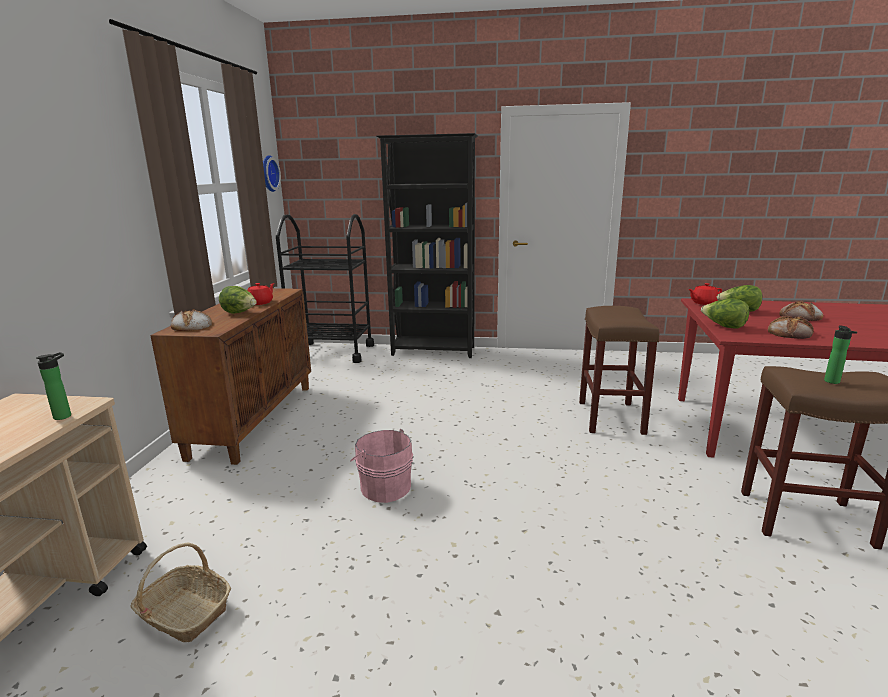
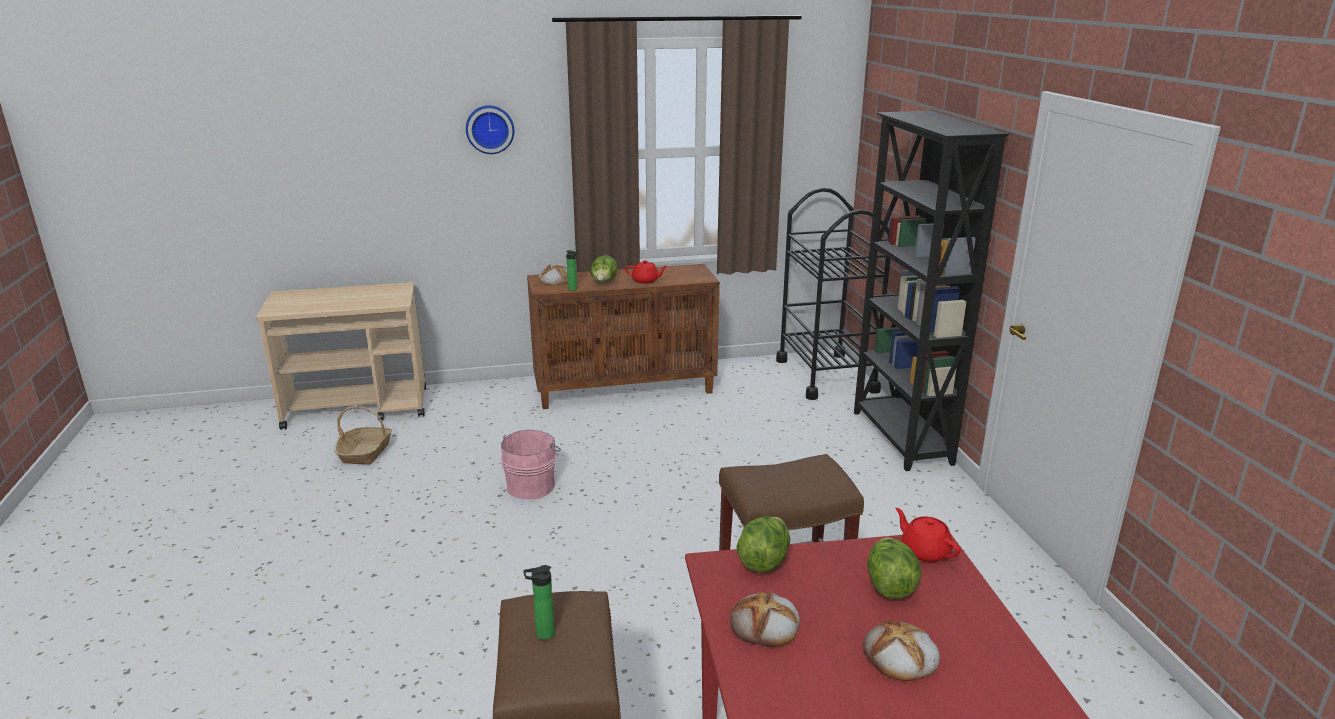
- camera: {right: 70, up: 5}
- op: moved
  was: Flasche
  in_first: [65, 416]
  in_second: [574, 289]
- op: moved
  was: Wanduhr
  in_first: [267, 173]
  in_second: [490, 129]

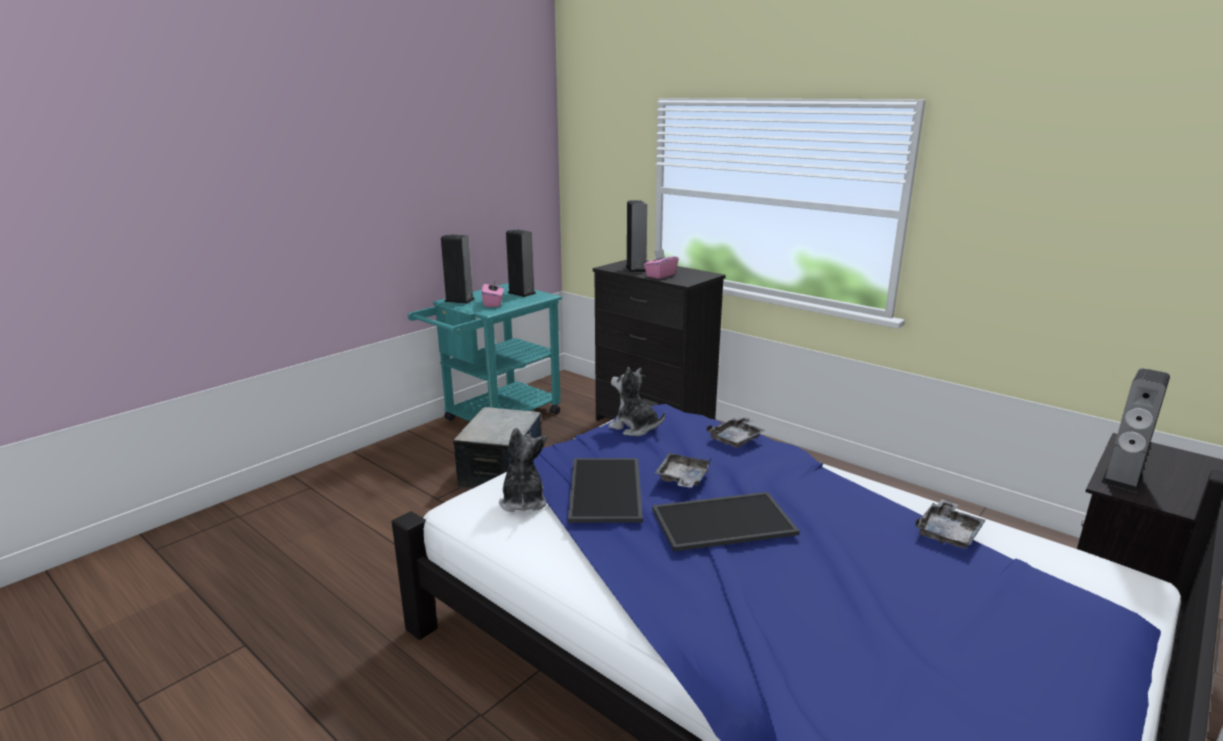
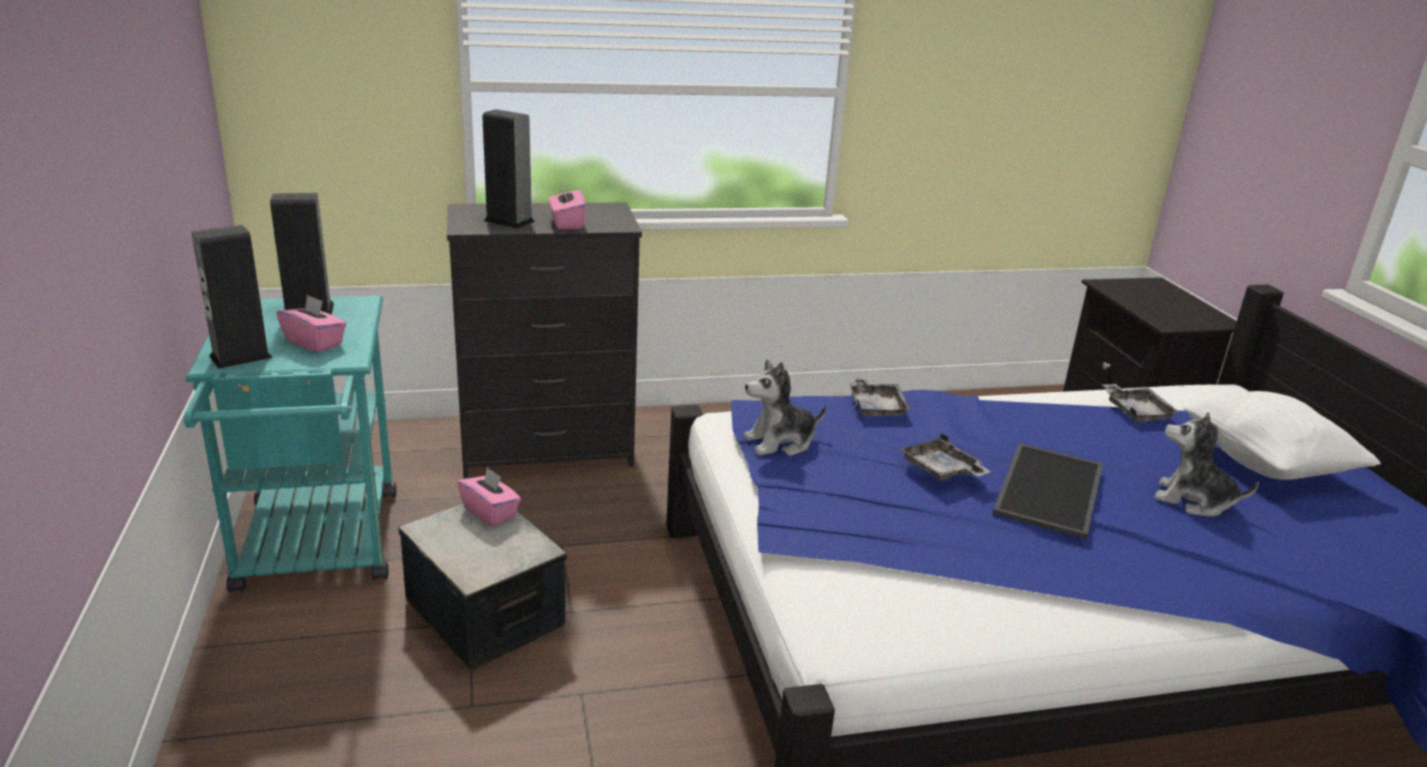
- camera: {right: -55, up: 5}
- op: removed
  was: Tablett
  in_first: [607, 490]
- op: removed
  was: Lautsprecher
  in_first: [1122, 479]
- op: added
  now: Taschentuchbox/rosa
  in_second: [490, 512]
- op: added
  now: Kissen/weiß
  in_second: [1266, 464]
- op: moved
  was: Plüschtier
  in_first: [523, 501]
  in_second: [1192, 501]

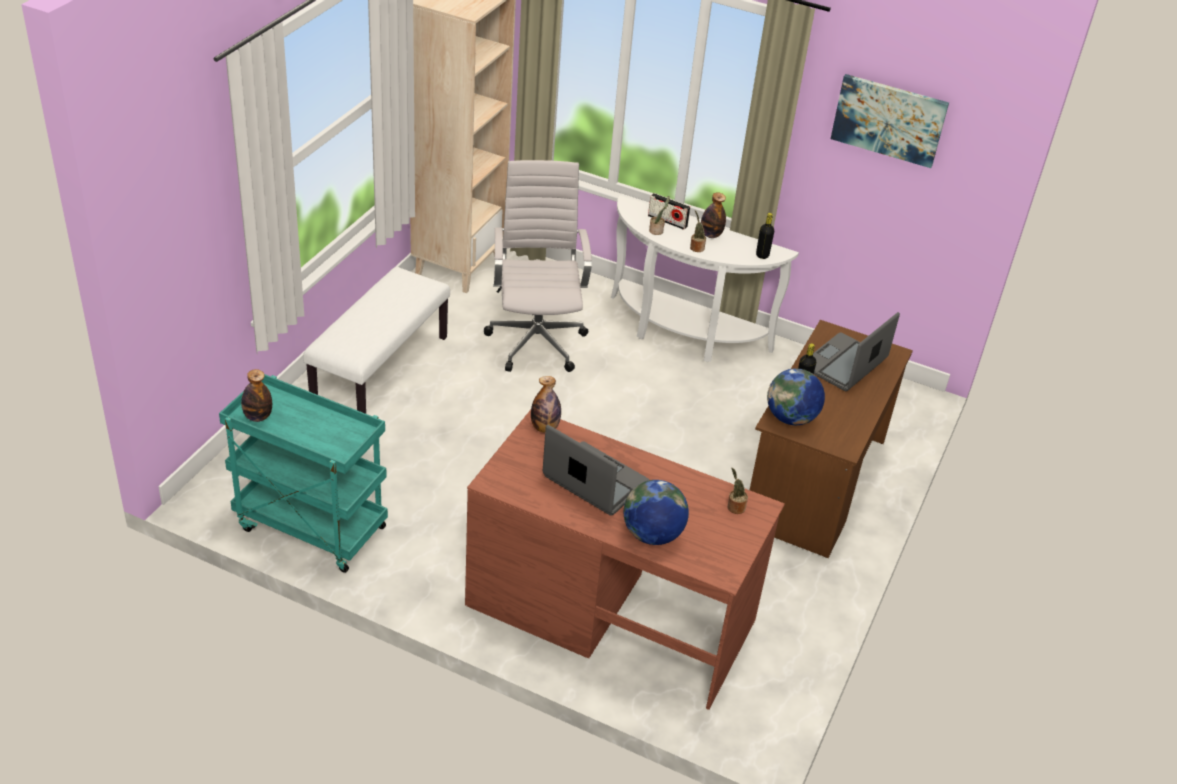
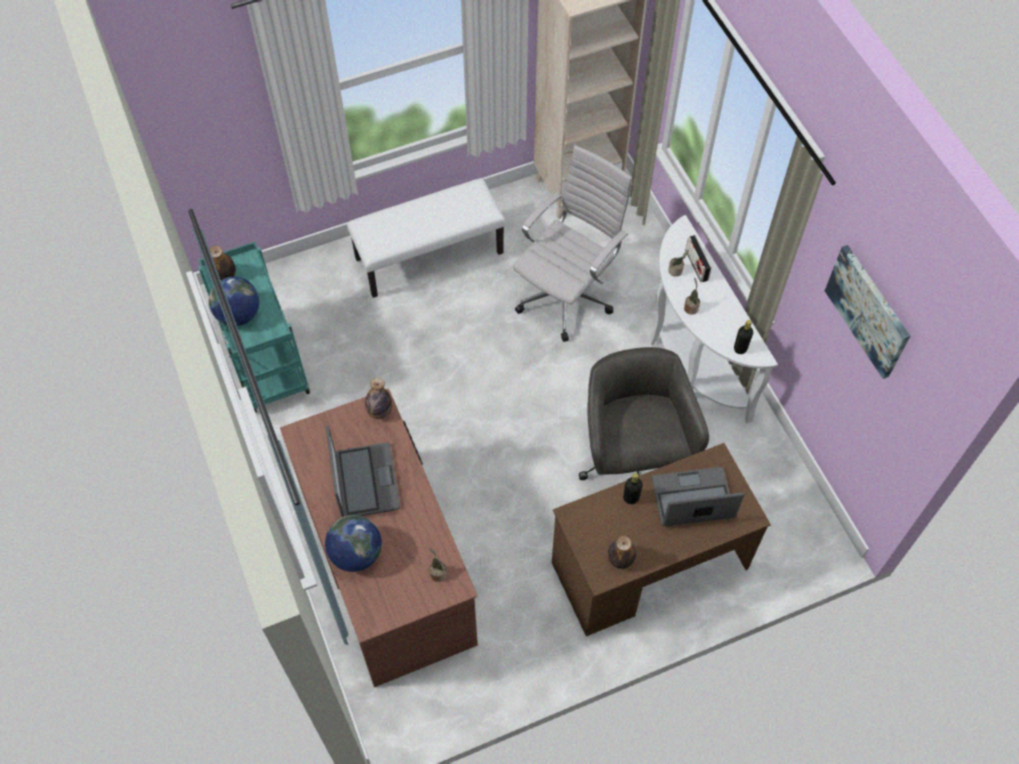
- camera: {right: 45, up: 20}
- op: added
  now: Bürostuhl/grau
  in_second: [632, 459]
- op: moved
  was: Flasche
  in_first: [711, 235]
  in_second: [620, 559]
- op: moved
  was: Globus
  in_first: [791, 418]
  in_second: [238, 315]

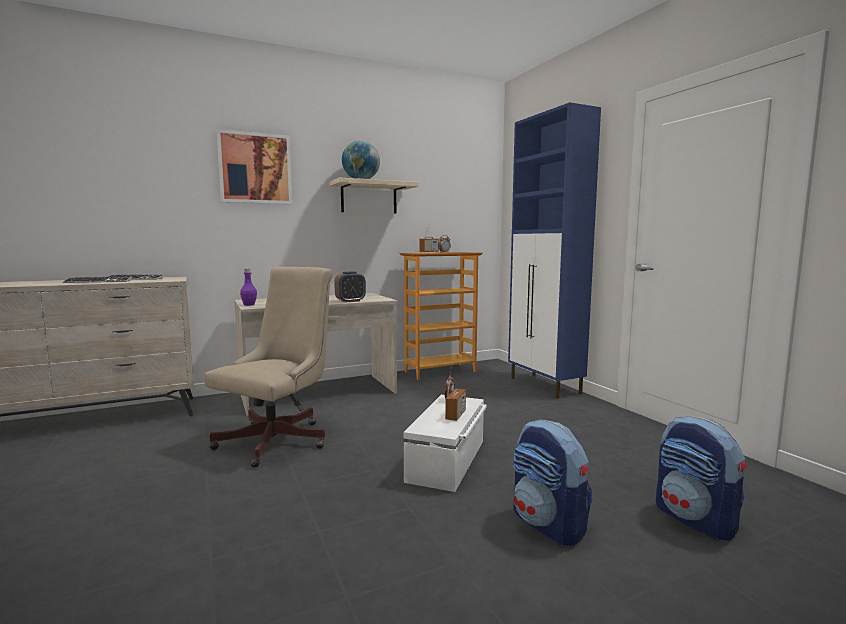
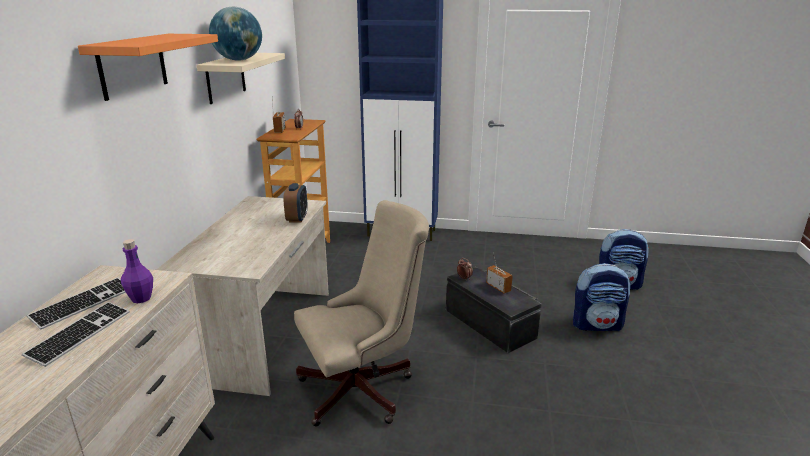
- camera: {right: -55, up: 15}
- op: moved
  was: Flasche/lila
  in_first: [249, 305]
  in_second: [141, 298]
- op: replaced
  was: Bild
  now: Wandregal/orange
  in_first: [255, 168]
  in_second: [133, 65]
- op: recoloured
  was: Aufbewahrungsbox/weiß
  now: Aufbewahrungsbox/schwarz
  in_first: [448, 460]
  in_second: [490, 323]
- op: turned
  was: Bürostuhl/beige
  in_first: [280, 439]
  in_second: [363, 389]
  clockwise: 90

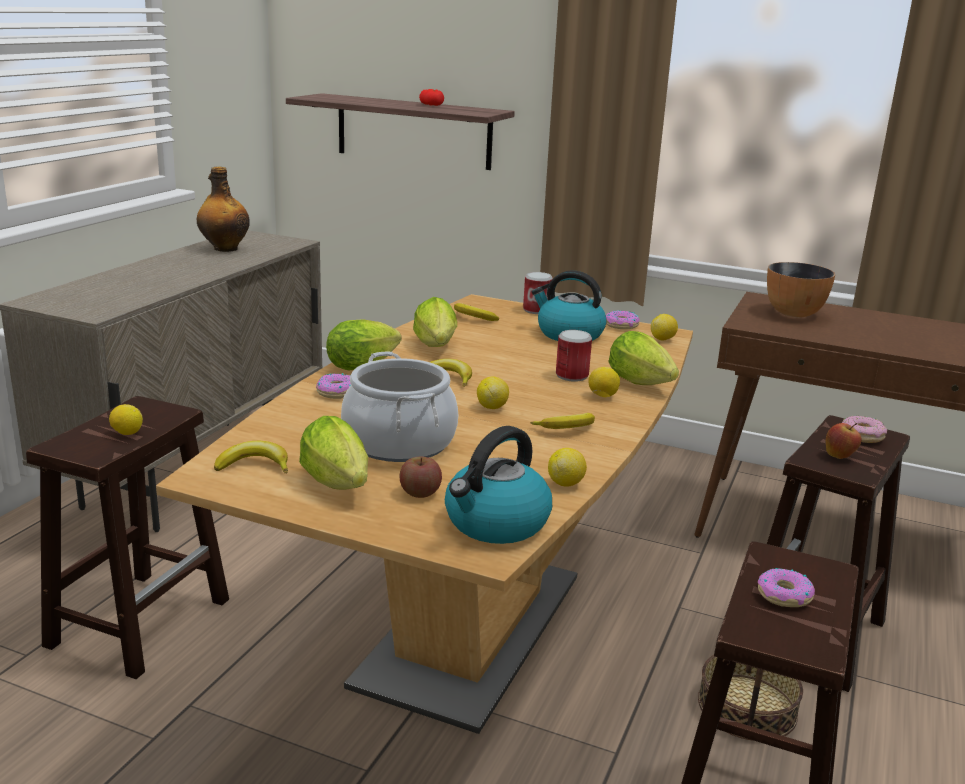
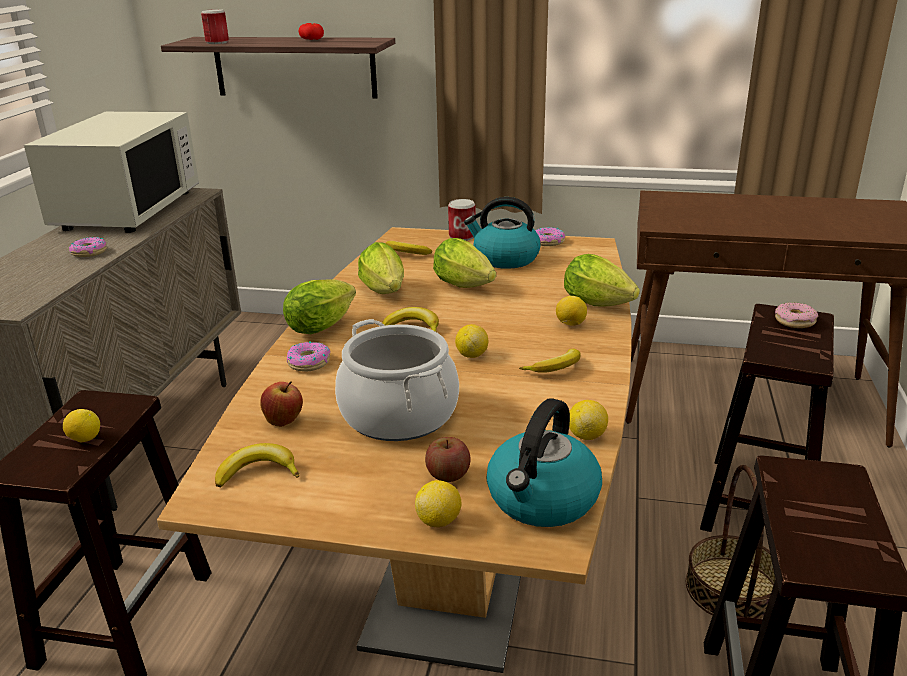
- camera: {right: -10, up: 5}
- op: removed
  was: Schüssel
  in_first: [794, 313]
- op: moved
  was: Salatkopf
  in_first: [339, 486]
  in_second: [467, 286]
- op: moved
  was: Dose
  in_first: [572, 376]
  in_second: [217, 42]
- op: moved
  was: Zitrone
  in_first: [663, 339]
  in_second: [439, 521]
- op: moved
  was: Donut
  in_first: [784, 595]
  in_second: [89, 252]
- op: moved
  was: Apfel
  in_first: [840, 456]
  in_second: [284, 421]
- op: replaced
  was: Flasche
  now: Mikrowelle/weiß
  in_first: [224, 248]
  in_second: [128, 210]

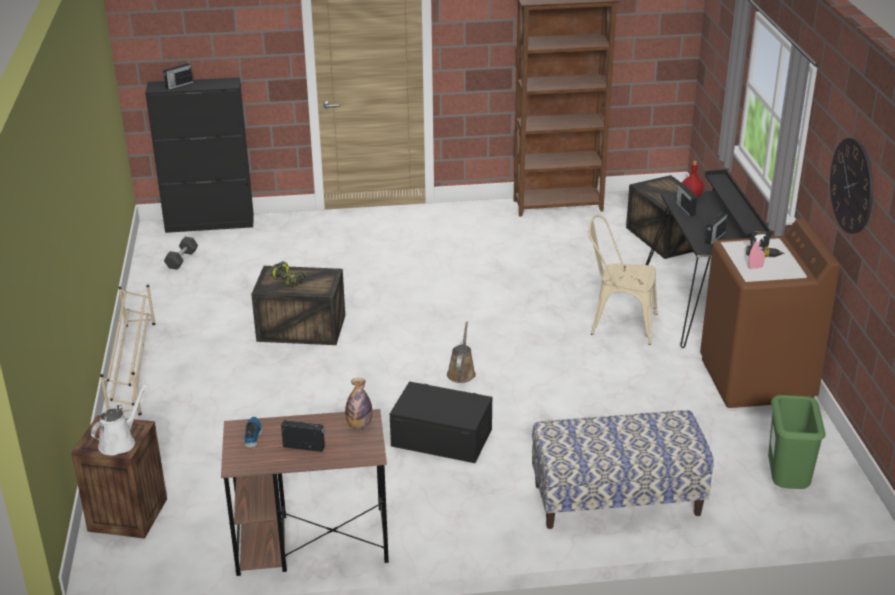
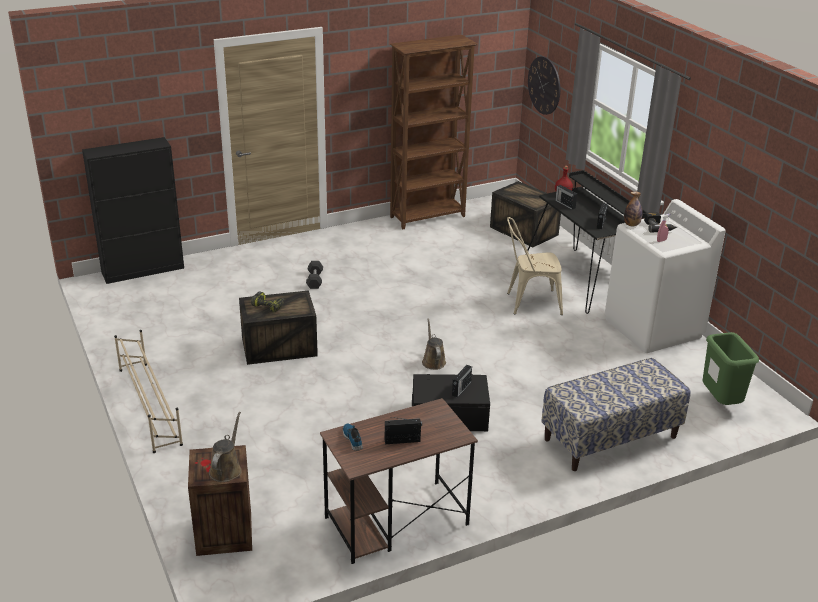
- camera: {right: -20, up: 0}
- op: moved
  was: Radio
  in_first: [178, 85]
  in_second: [461, 389]
- op: moved
  was: Hantel/schwarz
  in_first: [182, 259]
  in_second: [314, 280]
- op: moved
  was: Flasche
  in_first: [359, 425]
  in_second: [631, 225]
- op: moved
  was: Wanduhr
  in_first: [852, 185]
  in_second: [544, 85]
- op: recoloured
  was: Gießkanne/weiß
  now: Gießkanne/braun
  in_first: [119, 442]
  in_second: [226, 469]
- op: recoloured
  was: Waschmaschine/braun
  now: Waschmaschine/weiß
  in_first: [757, 379]
  in_second: [653, 328]

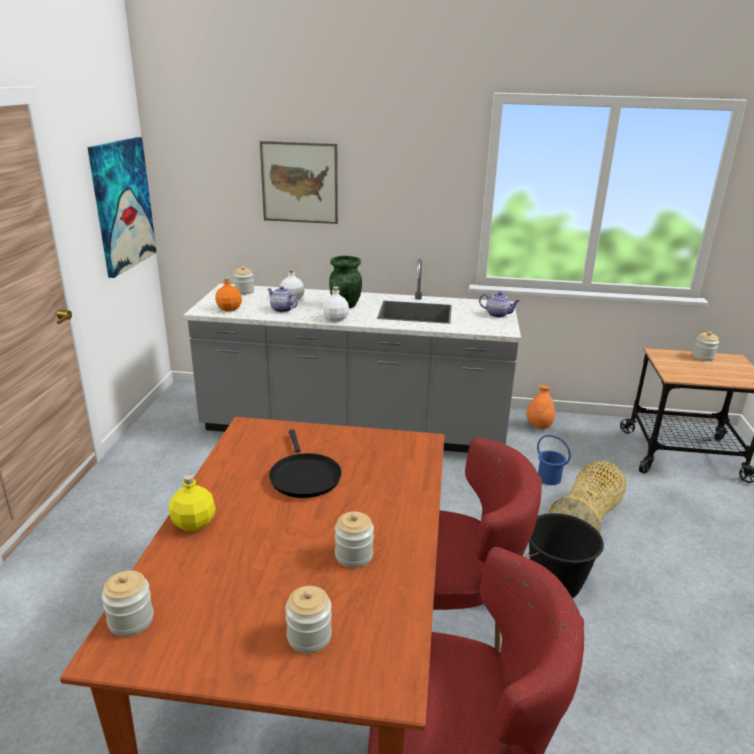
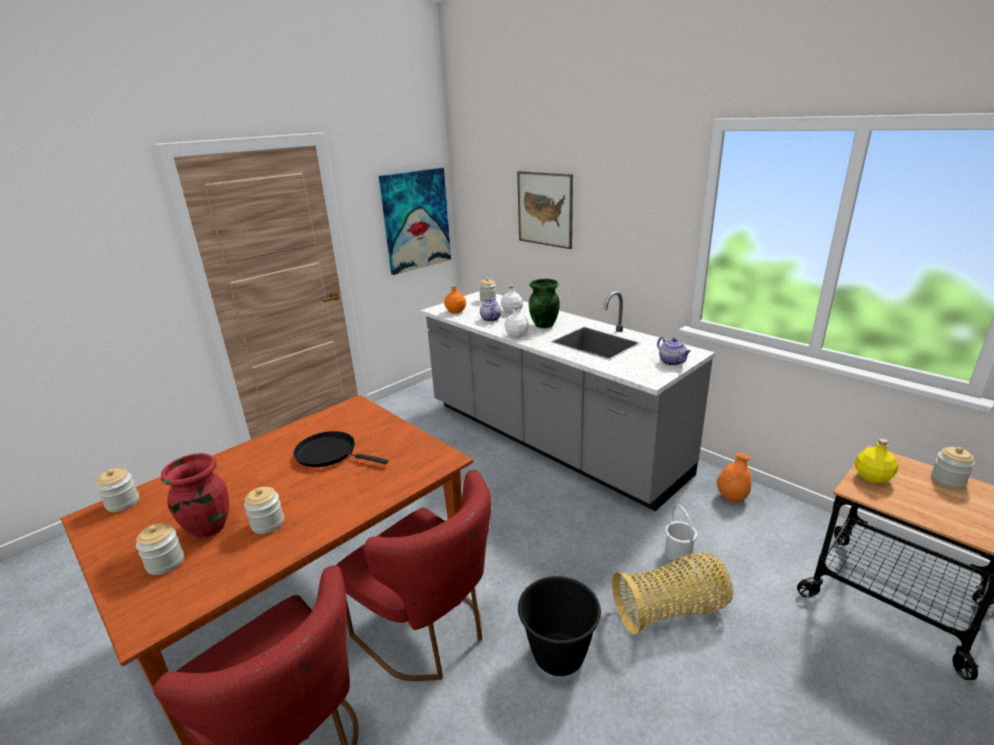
- camera: {right: 40, up: 0}
- op: added
  now: Vase/rot
  in_second: [208, 527]
- op: moved
  was: Flasche/gelb
  in_first: [193, 523]
  in_second: [871, 477]
- op: recoloured
  was: Eimer/blau
  now: Eimer/weiß
  in_first: [549, 478]
  in_second: [678, 553]
- op: turned
  was: Pfanne/schwarz
  in_first: [304, 476]
  in_second: [330, 453]
  clockwise: 90

